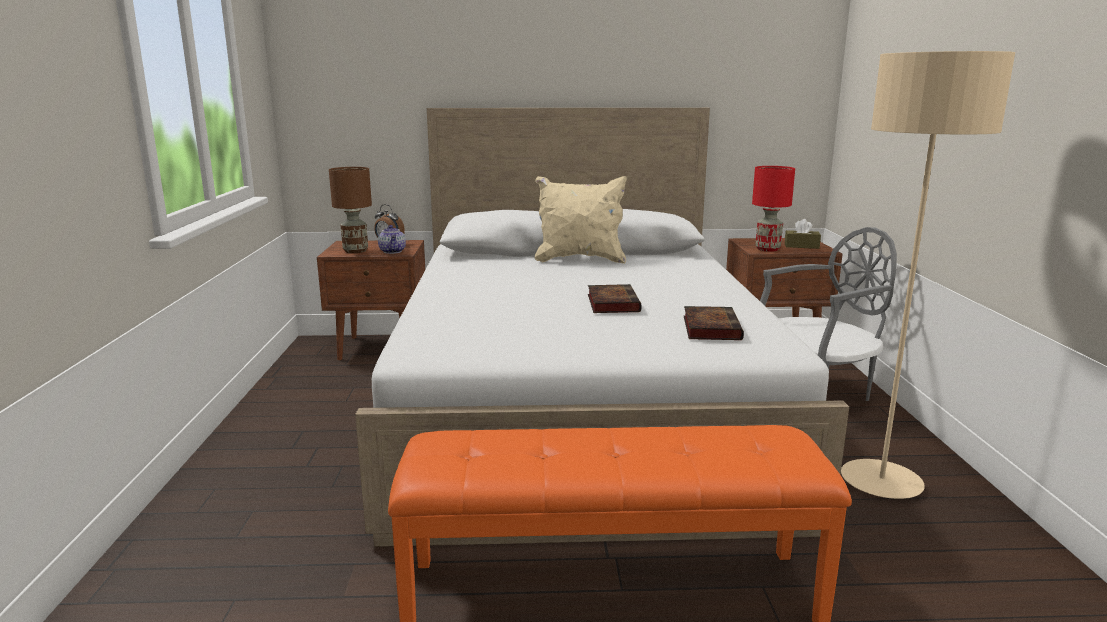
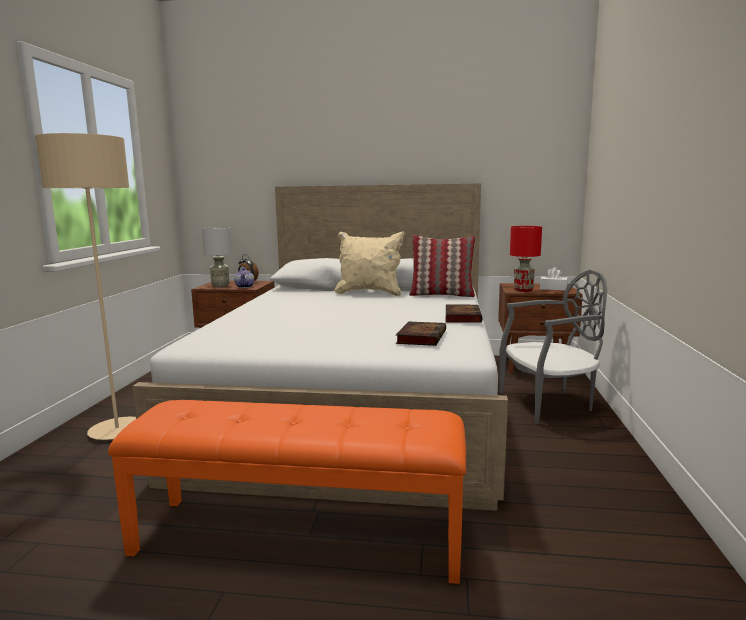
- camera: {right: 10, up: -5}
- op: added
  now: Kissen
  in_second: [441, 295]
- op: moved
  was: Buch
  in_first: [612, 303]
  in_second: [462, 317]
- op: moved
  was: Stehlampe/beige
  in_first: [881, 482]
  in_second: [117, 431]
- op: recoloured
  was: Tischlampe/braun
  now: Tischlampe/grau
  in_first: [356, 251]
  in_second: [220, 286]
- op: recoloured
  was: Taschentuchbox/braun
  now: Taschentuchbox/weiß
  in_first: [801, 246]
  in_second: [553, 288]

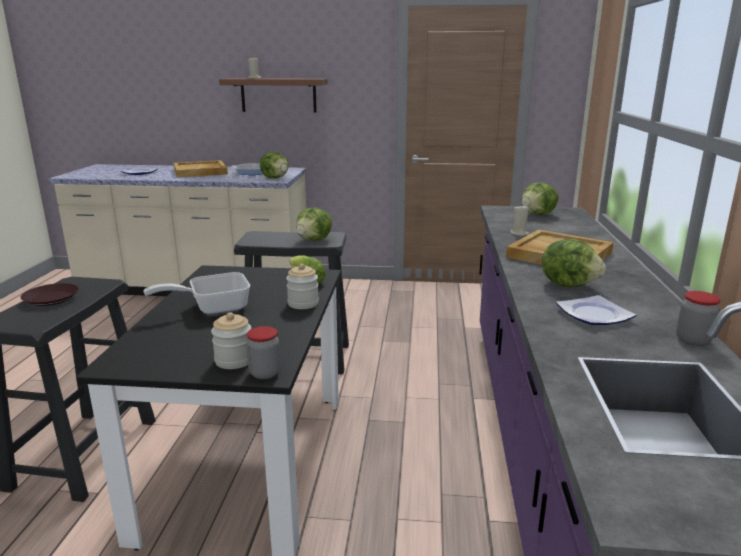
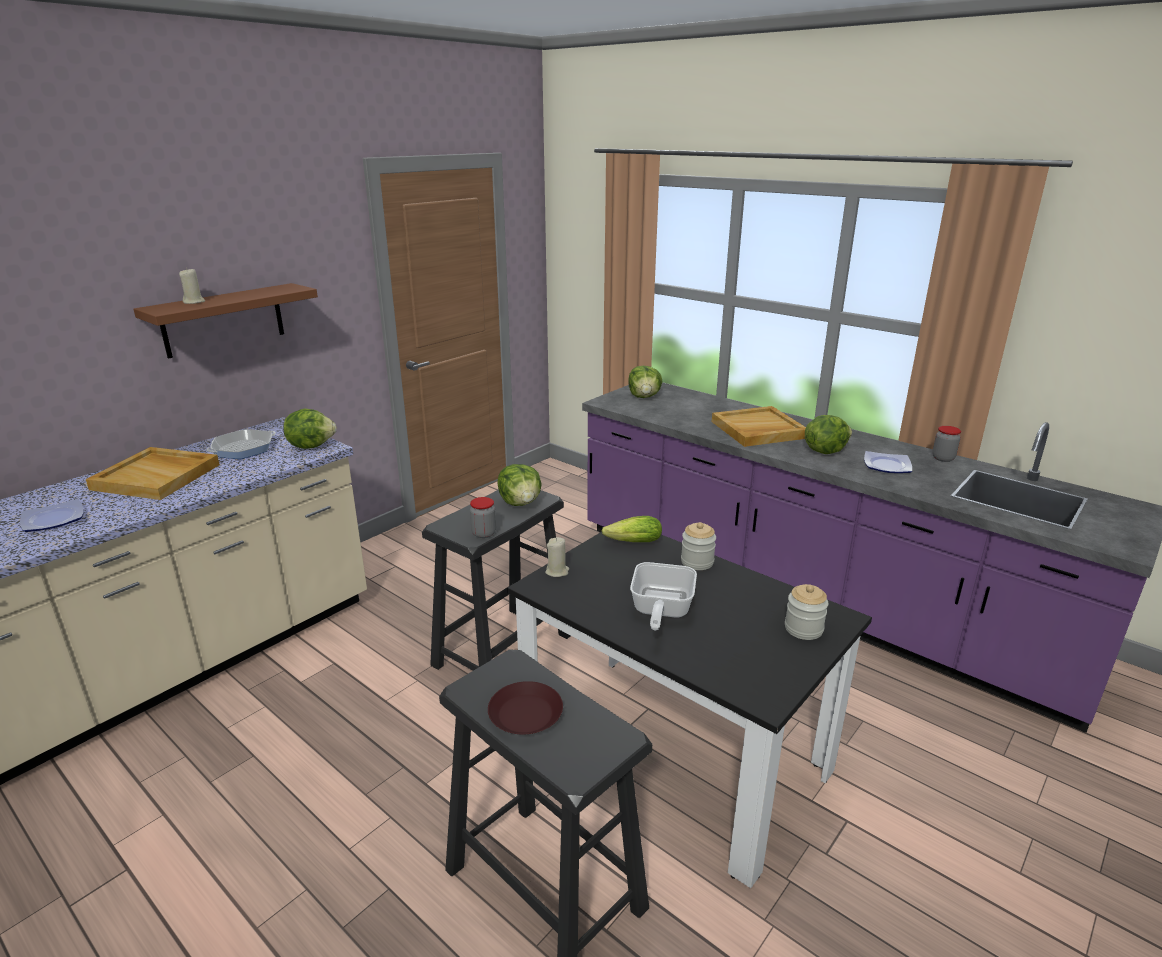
- camera: {right: -55, up: 5}
- op: moved
  was: Vorratsglas
  in_first: [265, 373]
  in_second: [484, 533]
- op: moved
  was: Kerze/beige
  in_first: [519, 233]
  in_second: [557, 571]

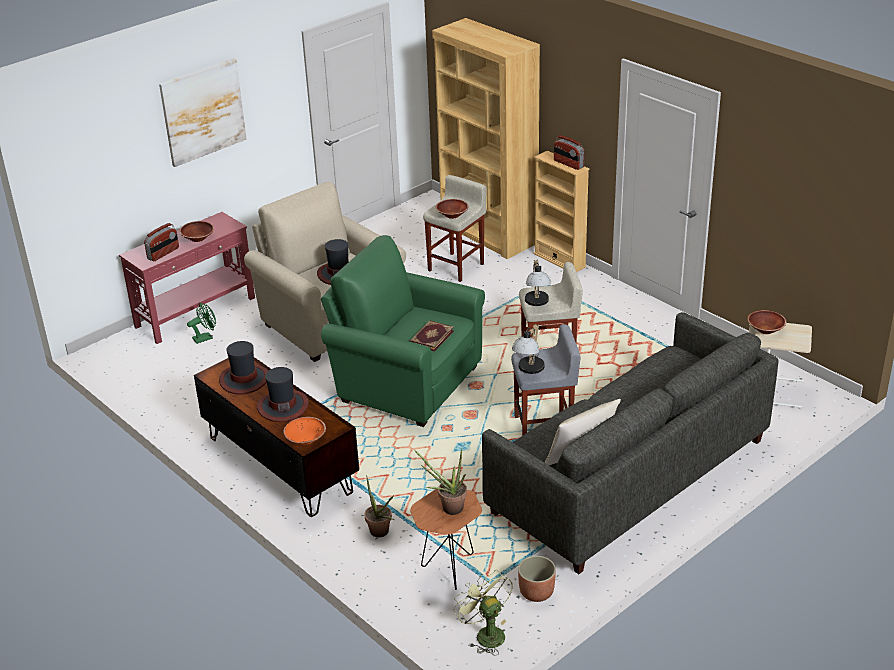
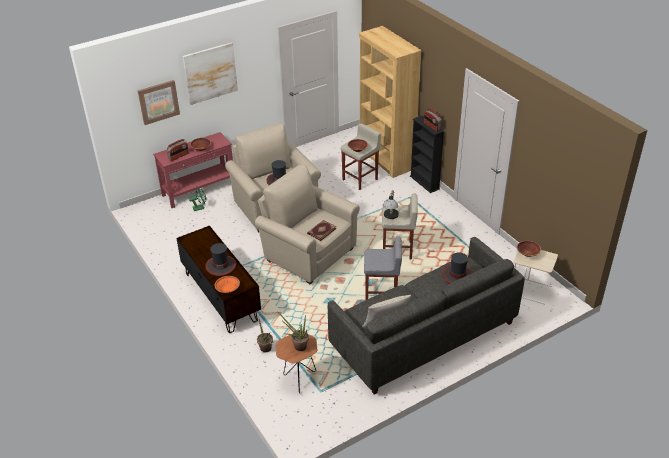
- camera: {right: 10, up: 5}
- op: removed
  was: Ventilator/grün
  in_first: [485, 634]
- op: removed
  was: Tischlampe
  in_first: [529, 370]
- op: removed
  was: Pflanzkübel
  in_first: [536, 592]
- op: added
  now: Bild
  in_second: [158, 102]
- op: moved
  was: Hut
  in_first: [244, 379]
  in_second: [457, 275]
- op: recoloured
  was: Sessel/grün
  now: Sessel/beige
  in_first: [405, 382]
  in_second: [307, 253]
- op: recoloured
  was: Bücherregal/beige
  now: Bücherregal/schwarz
  in_first: [559, 260]
  in_second: [424, 182]

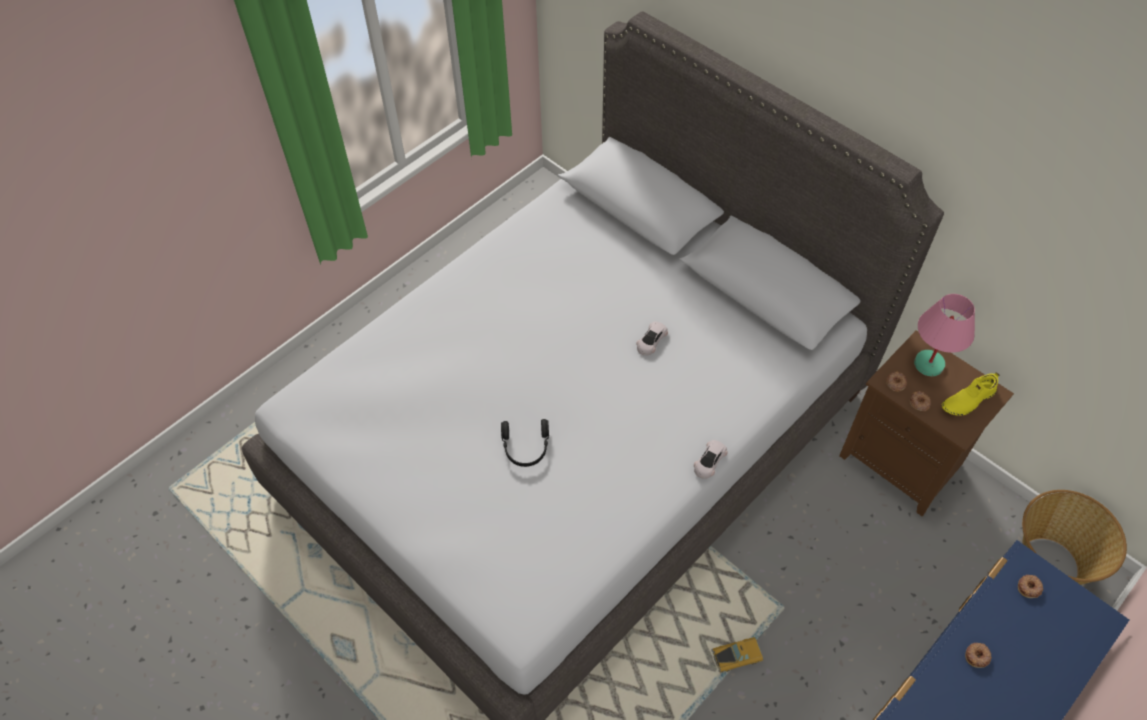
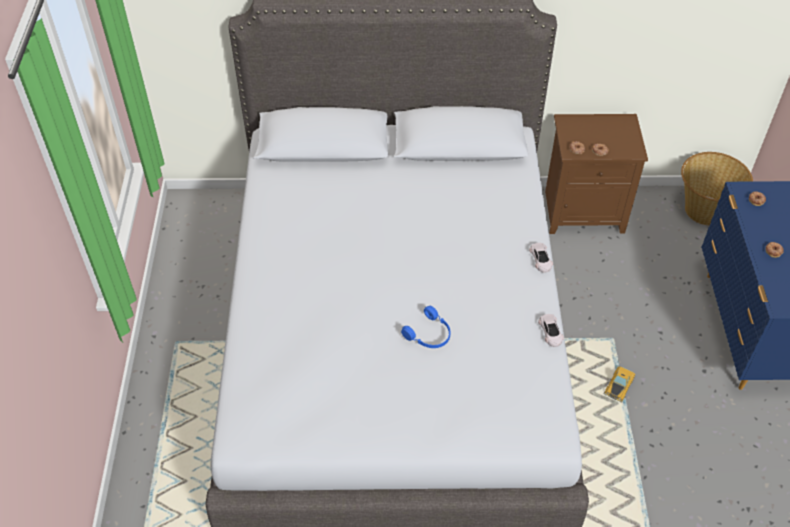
- camera: {right: -45, up: -5}
- op: removed
  was: Tischlampe/rosa
  in_first: [928, 364]
- op: removed
  was: Schuh/gelb
  in_first: [967, 399]
- op: moved
  was: Spielzeugauto/weiß
  in_first: [651, 340]
  in_second: [550, 332]
- op: recoloured
  was: Kopfhörer/schwarz
  now: Kopfhörer/blau
  in_first: [525, 447]
  in_second: [429, 335]

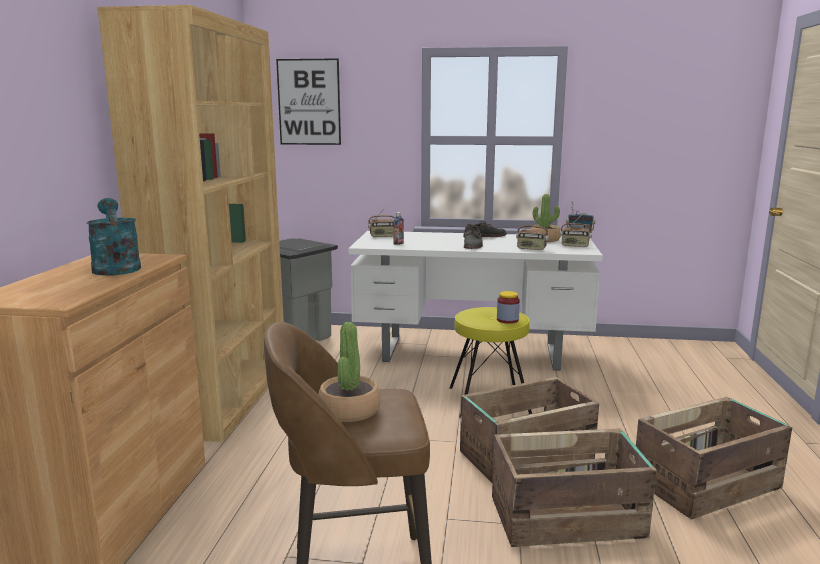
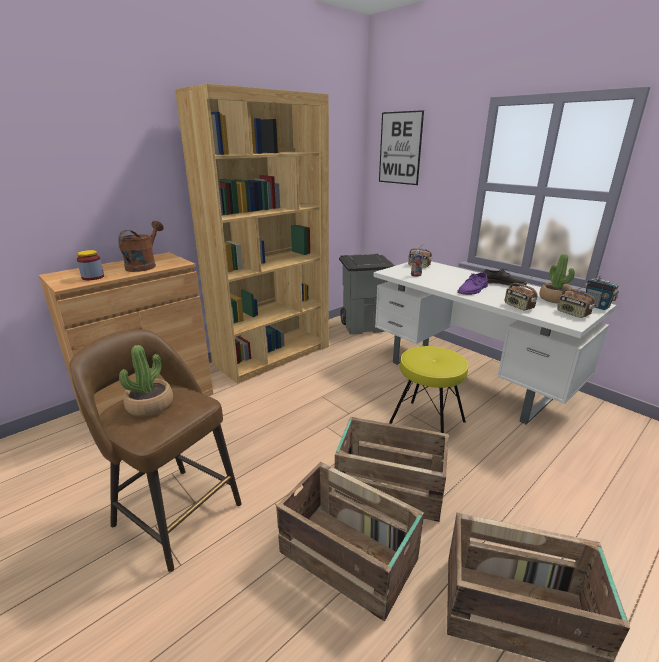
- camera: {right: 40, up: 10}
- op: moved
  was: Vorratsglas
  in_first: [507, 320]
  in_second: [93, 277]
- op: recoloured
  was: Gießkanne/türkis
  now: Gießkanne/braun
  in_first: [115, 267]
  in_second: [144, 265]
- op: recoloured
  was: Schuh/grau
  now: Schuh/lila
  in_first: [473, 245]
  in_second: [473, 290]

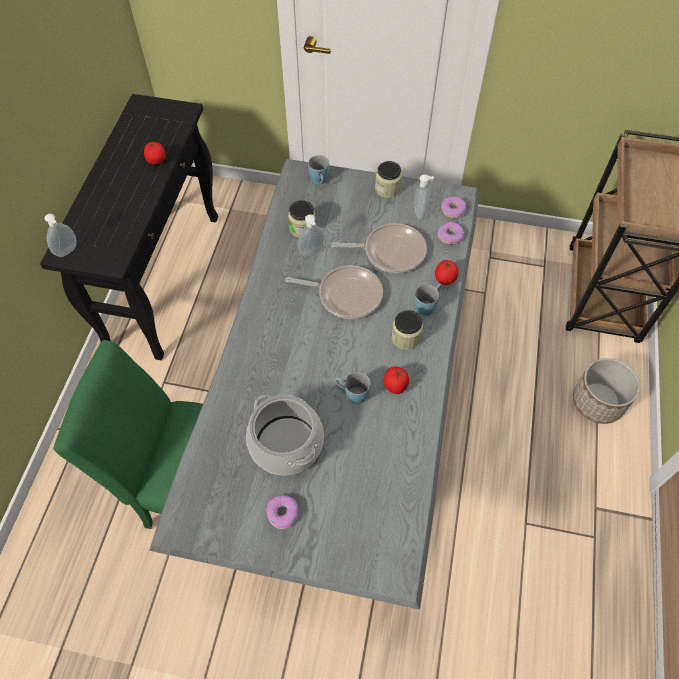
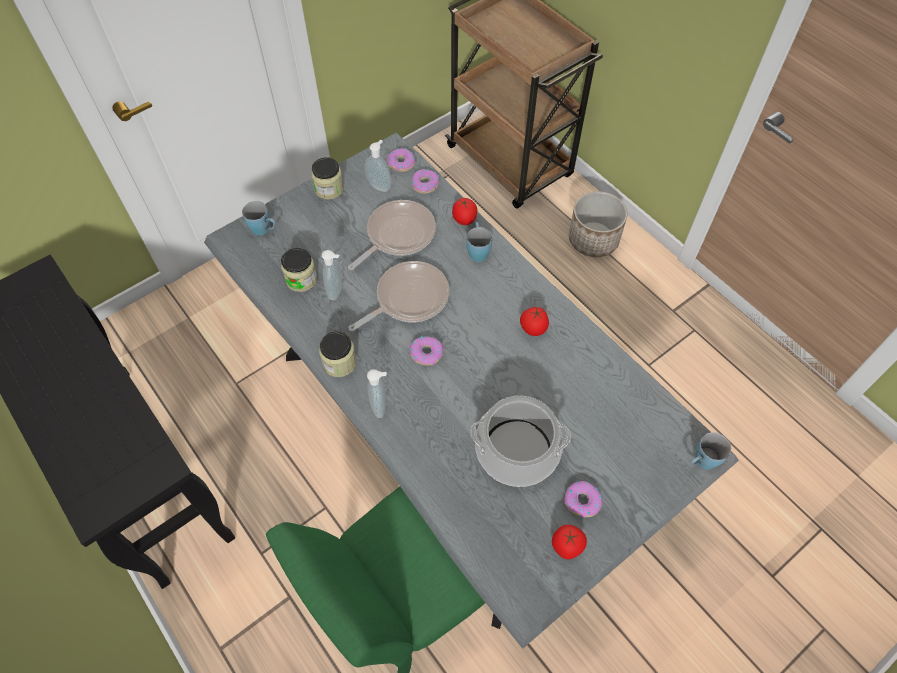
- camera: {right: -50, up: 0}
- op: added
  now: Donut
  in_second: [426, 353]
- op: moved
  was: Seifenspender
  in_first: [68, 252]
  in_second: [380, 406]
- op: moved
  was: Tomate
  in_first: [157, 161]
  in_second: [566, 546]
- op: moved
  was: Henkelbecher/blau
  in_first: [352, 394]
  in_second: [701, 462]
- op: moved
  was: Vorratsglas
  in_first: [405, 338]
  in_second: [339, 363]

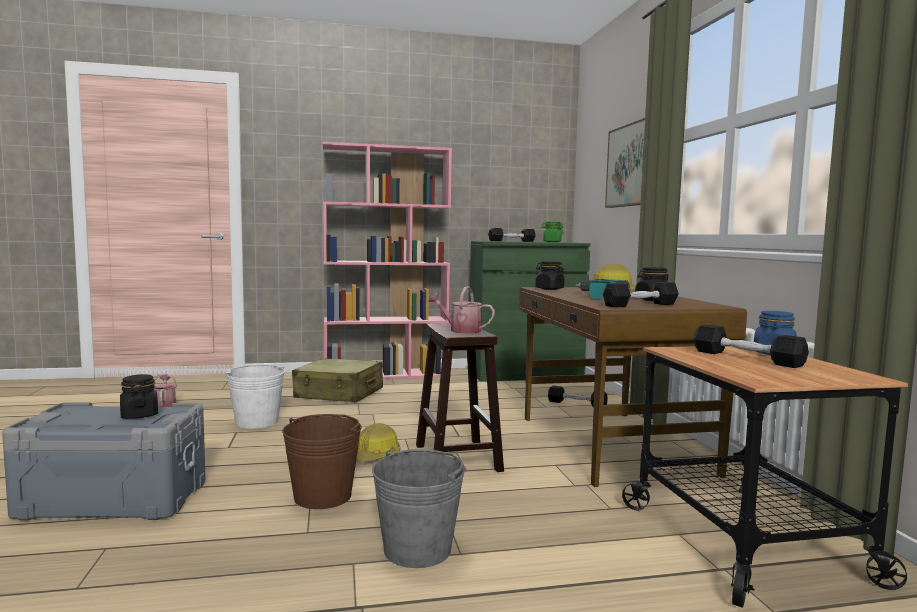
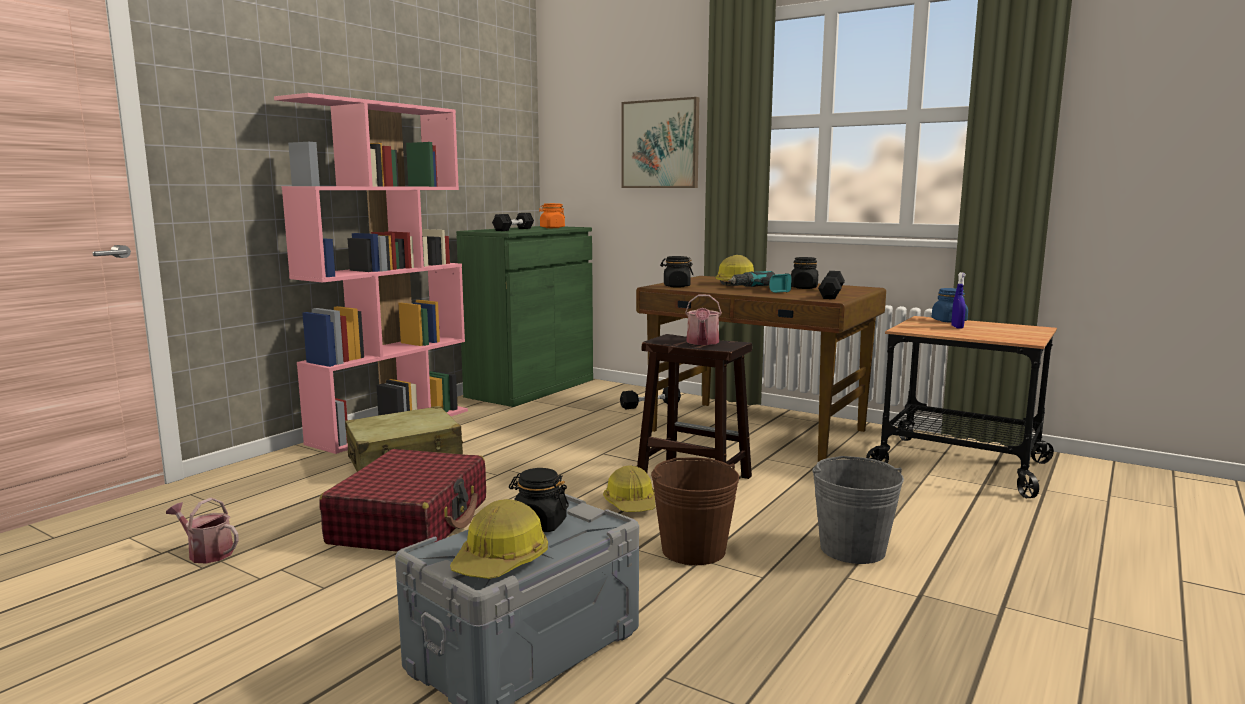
- camera: {right: -45, up: 5}
- op: added
  now: Schutzhelm
  in_second: [501, 561]
- op: replaced
  was: Eimer/weiß
  now: Koffer/rot
  in_first: [257, 422]
  in_second: [411, 521]
- op: replaced
  was: Hantel/schwarz
  now: Sprühflasche/blau
  in_first: [746, 358]
  in_second: [957, 327]
- op: recoloured
  was: Vorratsglas/grün
  now: Vorratsglas/orange
  in_first: [552, 242]
  in_second: [552, 228]
- op: turned
  was: Gießkanne
  in_first: [461, 330]
  in_second: [702, 343]
  clockwise: -60

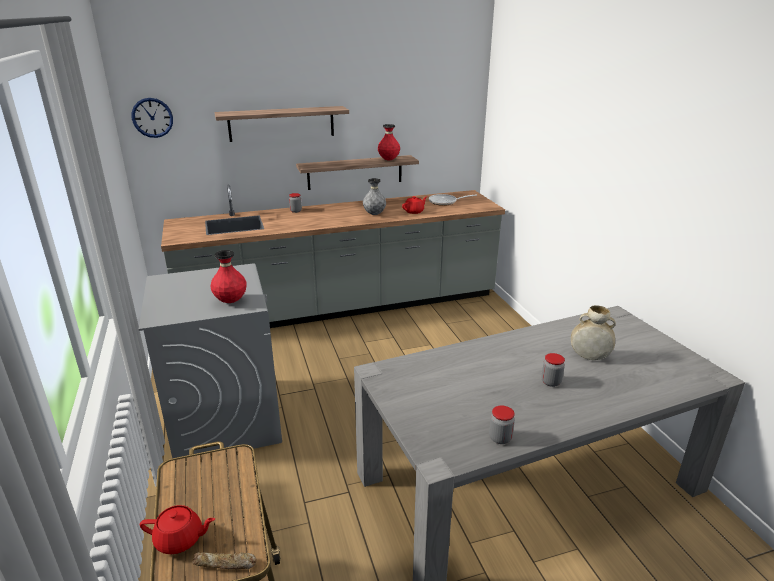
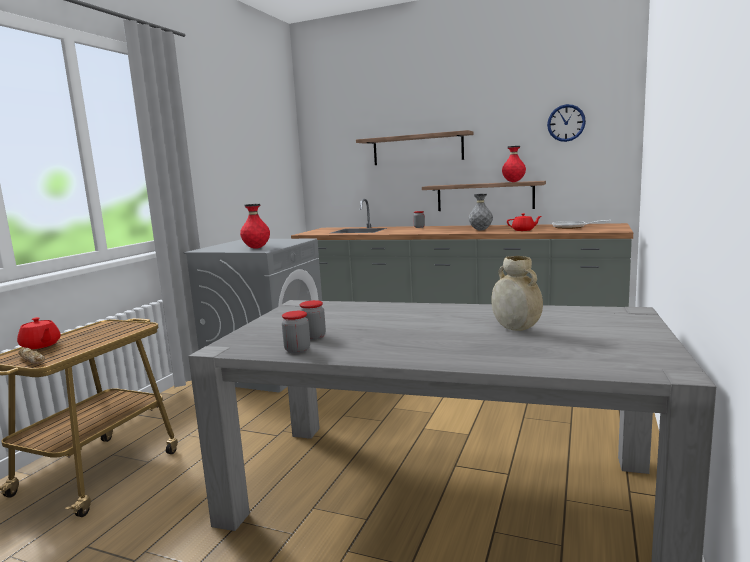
- camera: {right: 40, up: -15}
- op: moved
  was: Wanduhr
  in_first: [152, 117]
  in_second: [566, 123]
- op: moved
  was: Vorratsglas
  in_first: [551, 382]
  in_second: [313, 337]

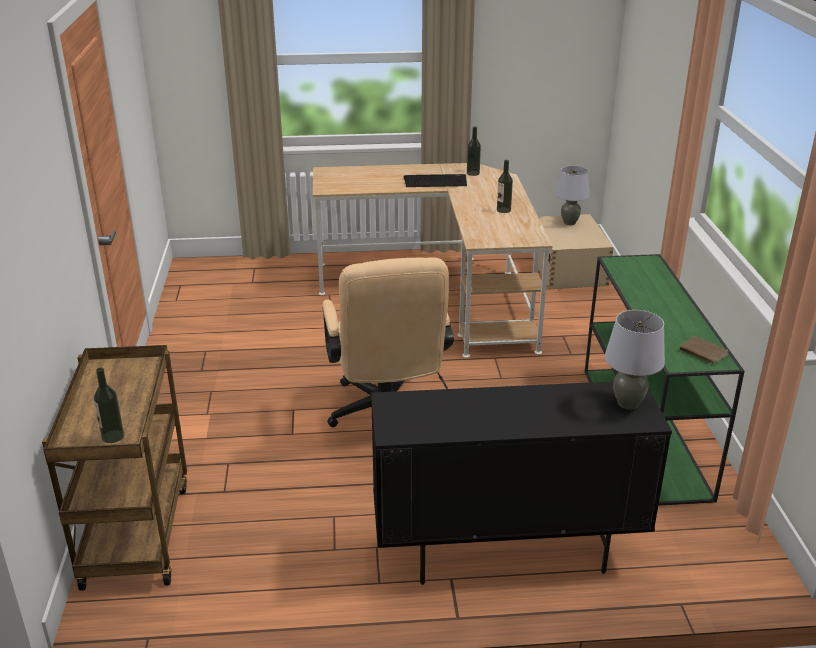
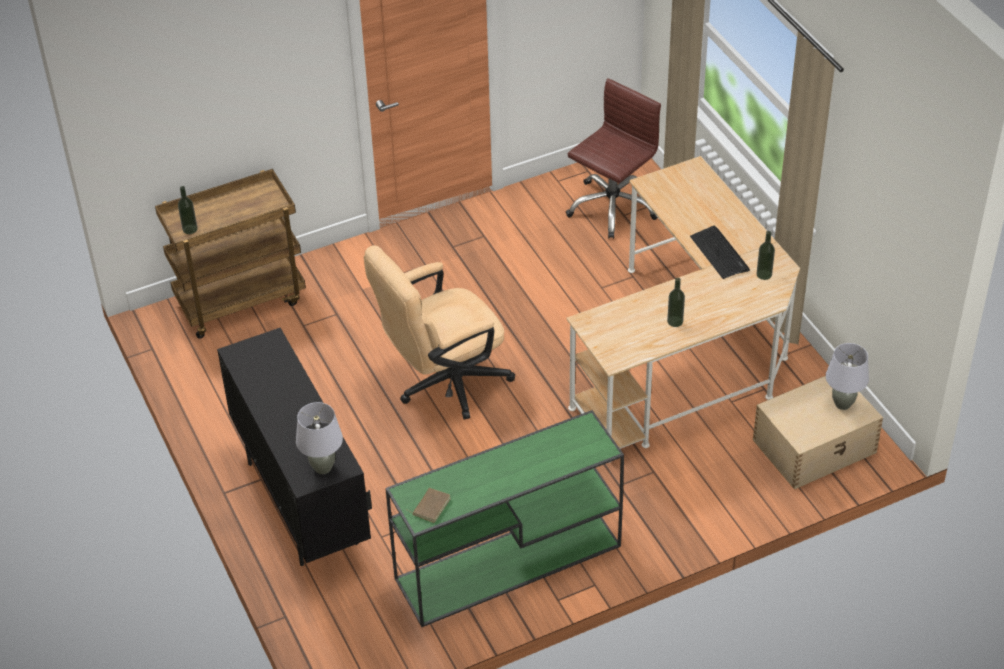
- camera: {right: 70, up: 15}
- op: added
  now: Bürostuhl/braun
  in_second: [612, 207]

